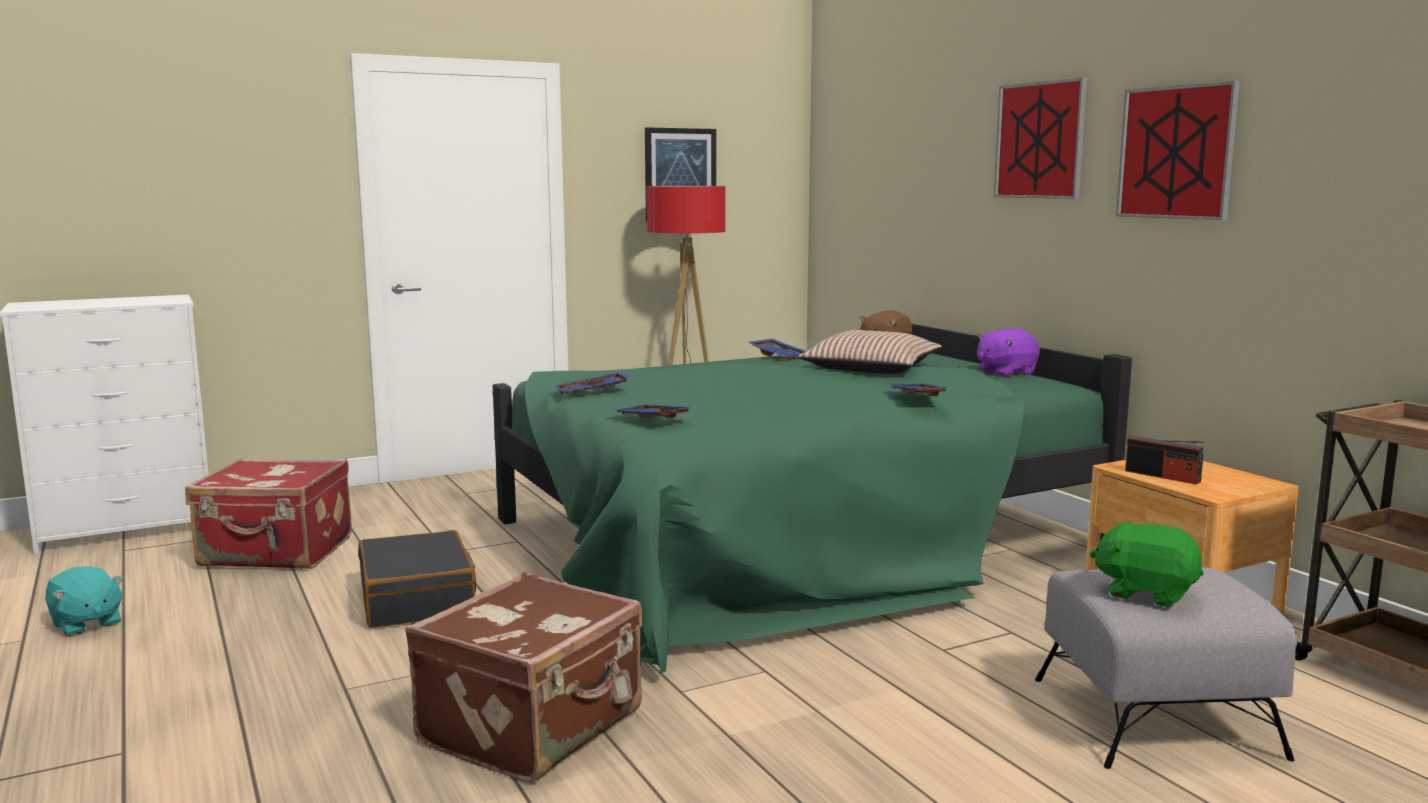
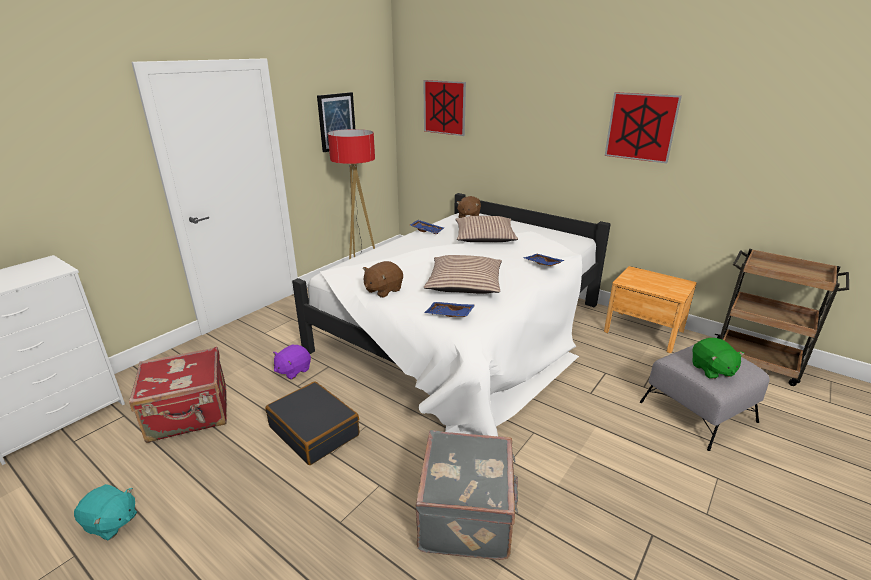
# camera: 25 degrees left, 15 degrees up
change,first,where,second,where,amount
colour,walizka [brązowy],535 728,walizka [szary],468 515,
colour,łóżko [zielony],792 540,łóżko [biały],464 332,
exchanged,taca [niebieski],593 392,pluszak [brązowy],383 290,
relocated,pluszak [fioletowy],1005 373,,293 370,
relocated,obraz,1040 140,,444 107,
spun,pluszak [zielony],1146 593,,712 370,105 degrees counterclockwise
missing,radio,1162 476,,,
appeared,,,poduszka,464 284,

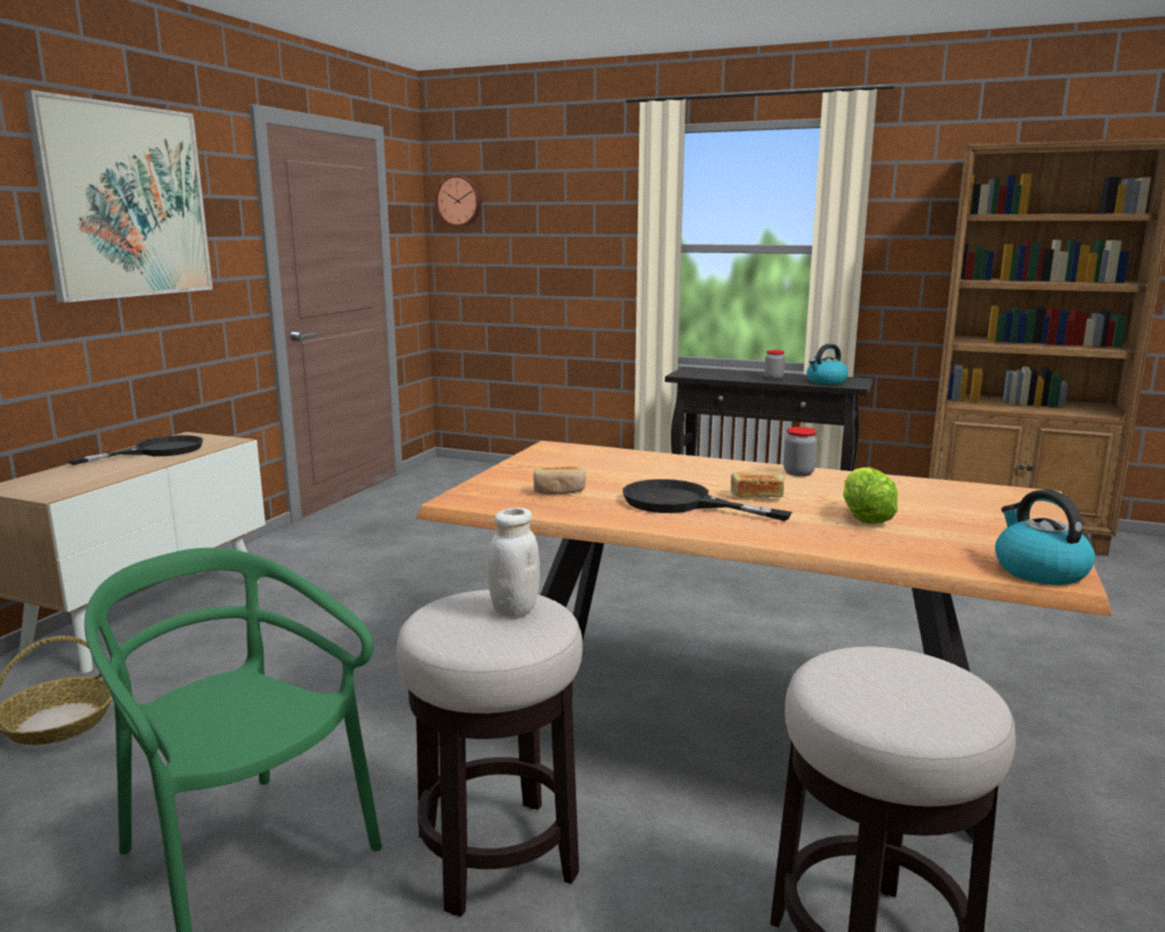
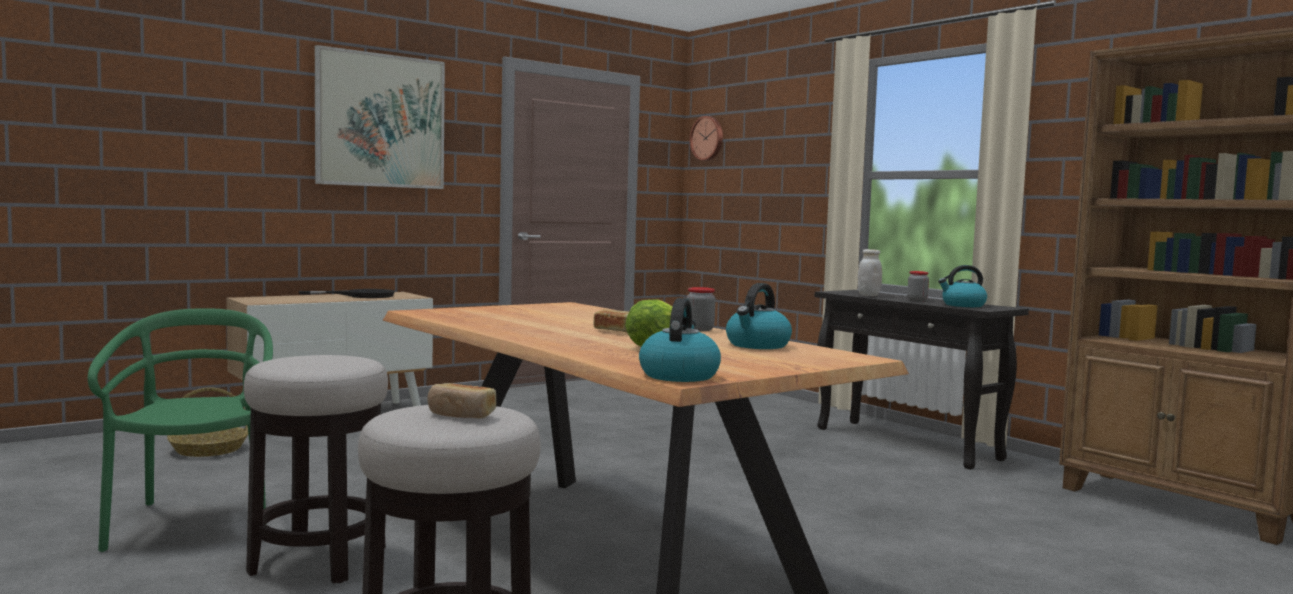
# camera: 30 degrees right, 10 degrees down
change,first,where,second,where,amount
relocated,słoik [biały],514 609,,868 295,
relocated,chleb,559 491,,461 414,
missing,patelnia [czarny],681 503,,,
appeared,,,czajnik,757 345,

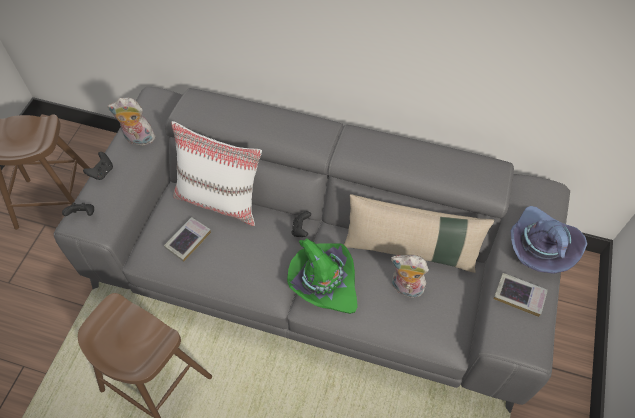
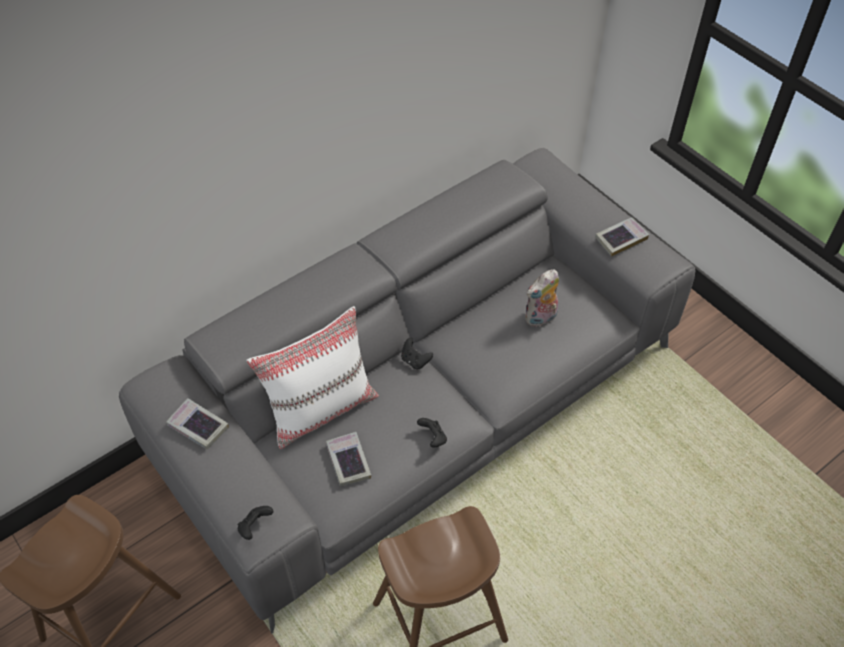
# camera: 55 degrees left, 5 degrees down
change,first,where,second,where,amount
relocated,pad do gier [czarny],102 172,,433 438,
exchanged,pluszak,138 139,książka,198 426,
missing,kapelusz [zielony],324 282,,,
missing,poduszka [beżowy],410 250,,,
missing,kapelusz [fioletowy],539 246,,,

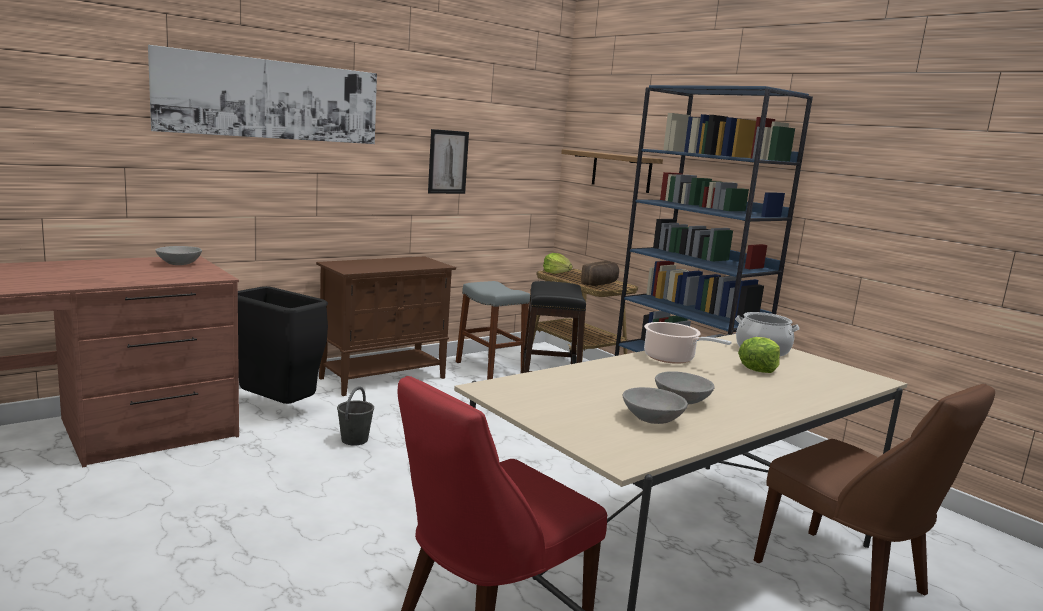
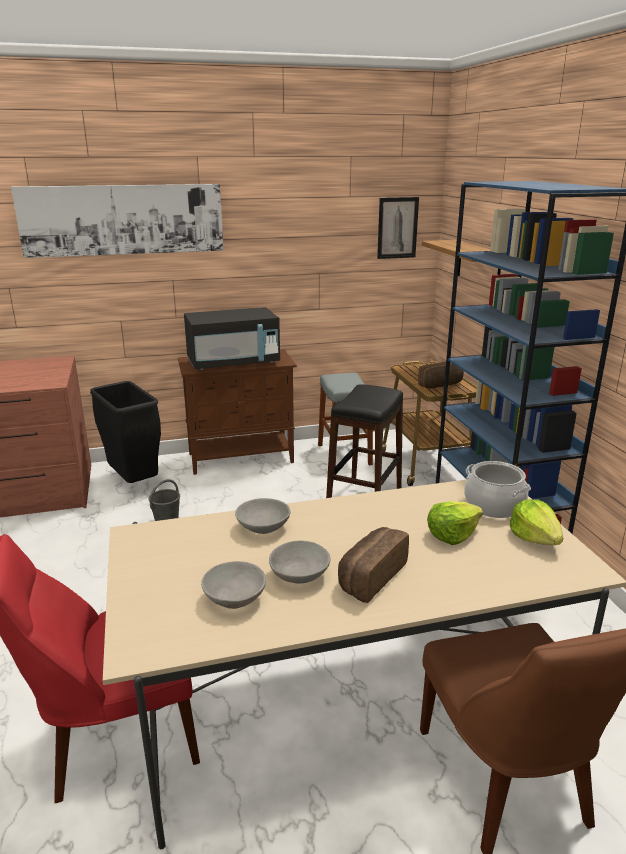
# camera: 25 degrees right, 10 degrees up
change,first,where,second,where,amount
relocated,miska [szary],179 264,,263 528,
relocated,obraz,448 162,,397 228,
relocated,sałata,556 273,,535 538,
missing,garnek,672 359,,,
appeared,,,mikrofalówka [czarny],233 363,
appeared,,,chleb,369 576,

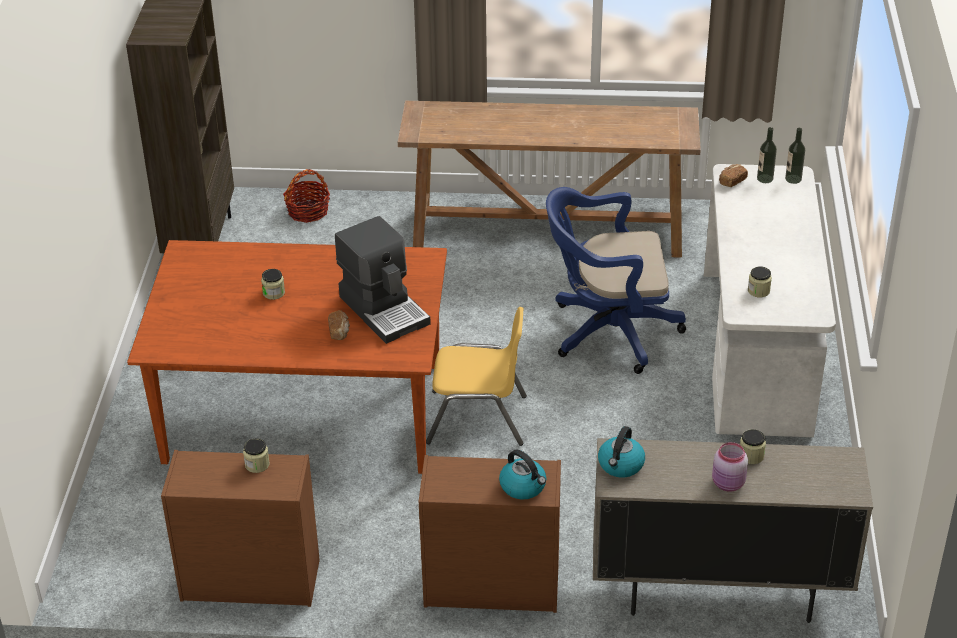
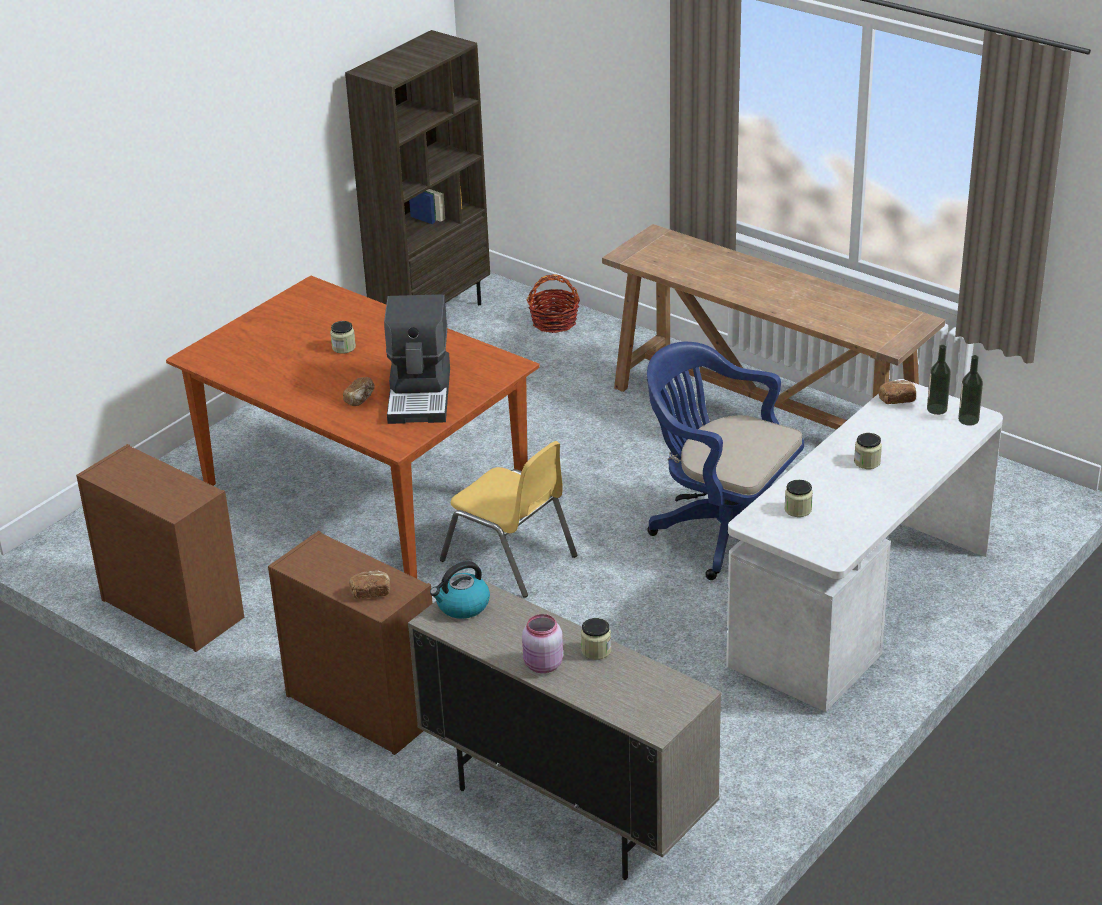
# camera: 35 degrees right, 5 degrees down
change,first,where,second,where,amount
relocated,słoik,257 464,,867 462,
exchanged,czajnik,523 487,chleb,370 592,

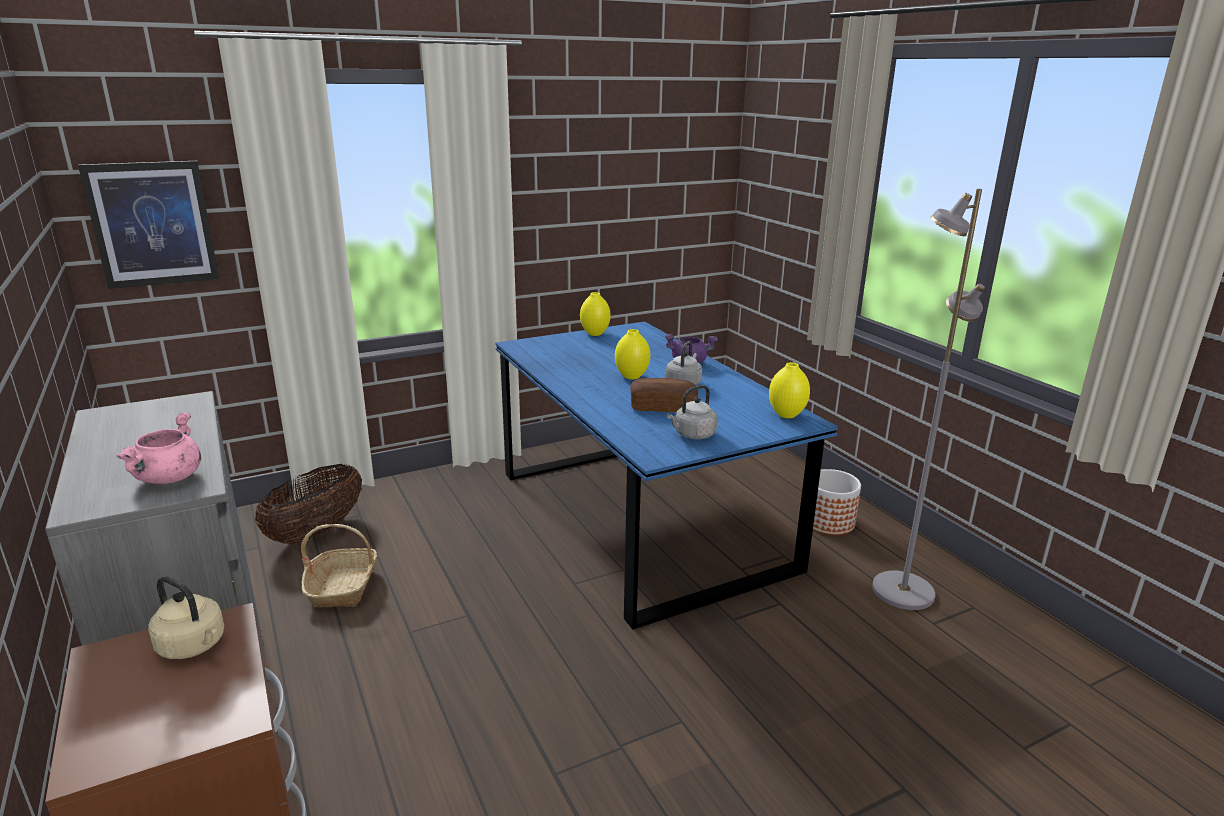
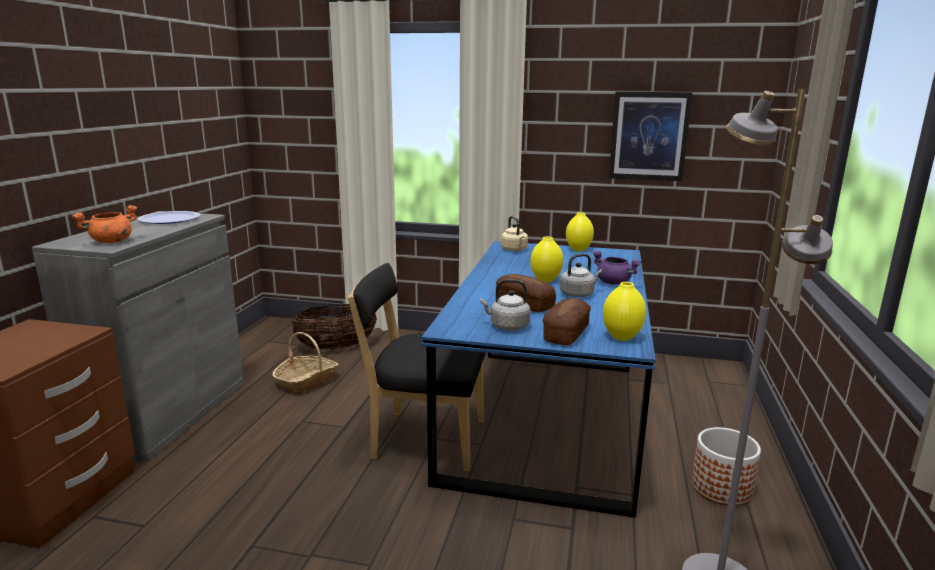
# camera: 40 degrees right, 5 degrees down
change,first,where,second,where,amount
relocated,obraz,152 224,,649 136,
colour,garnek [różowy],169 478,garnek [pomarańczowy],111 241,
relocated,czajnik [beżowy],194 646,,514 250,
appeared,,,talerz,169 219,
appeared,,,krzesło [czarny],423 439,
appeared,,,chleb,566 333,

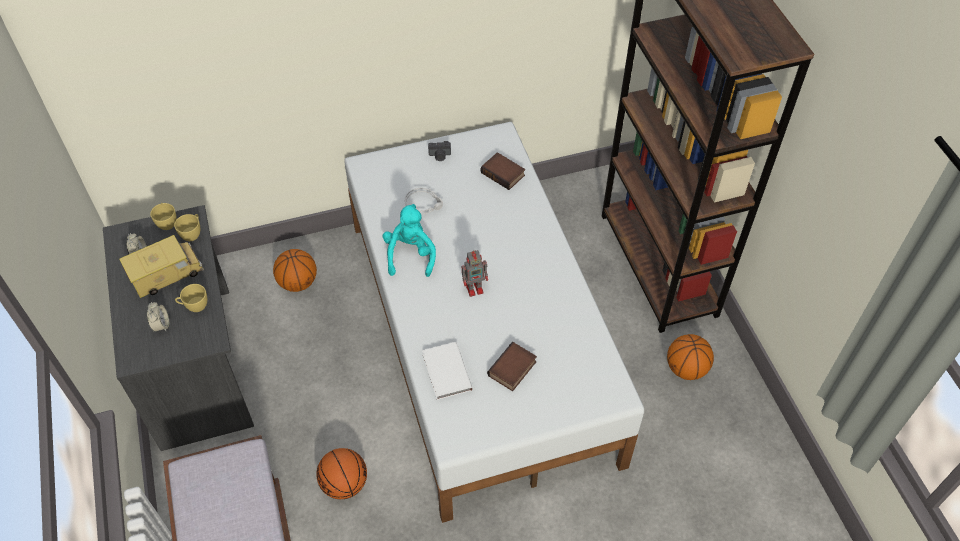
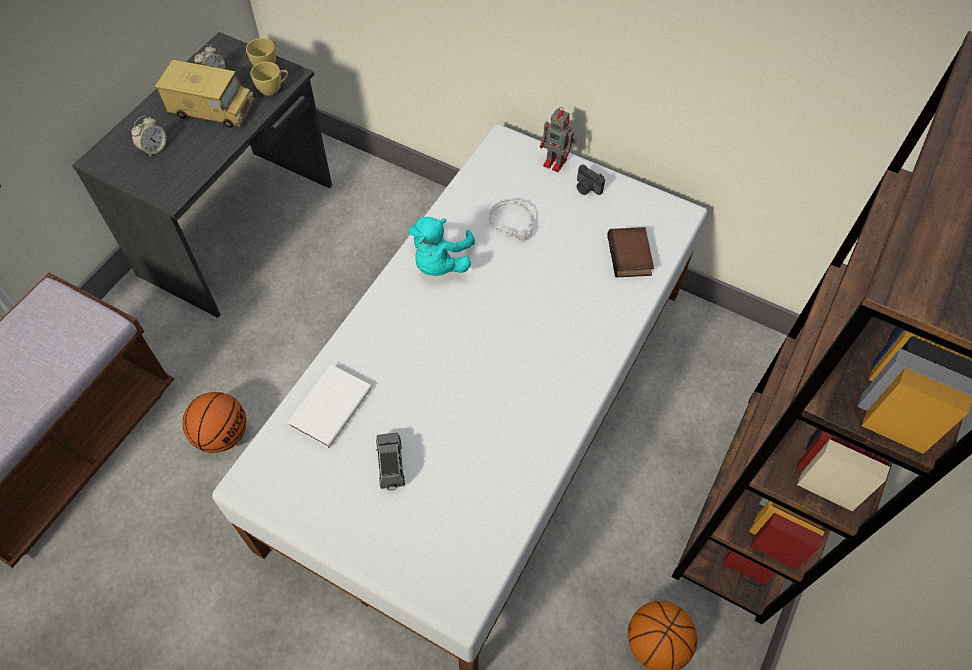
# camera: 45 degrees right, 5 degrees up
change,first,where,second,where,amount
missing,filiżanka [żółty],194 306,,,
missing,piłka do koszykówki,298 282,,,
spun,pluszak [turkusowy],410 255,,439 263,150 degrees clockwise
relocated,robot zabawkowy,475 288,,556 163,
exchanged,książka,512 370,samochodzik [szary],391 466,

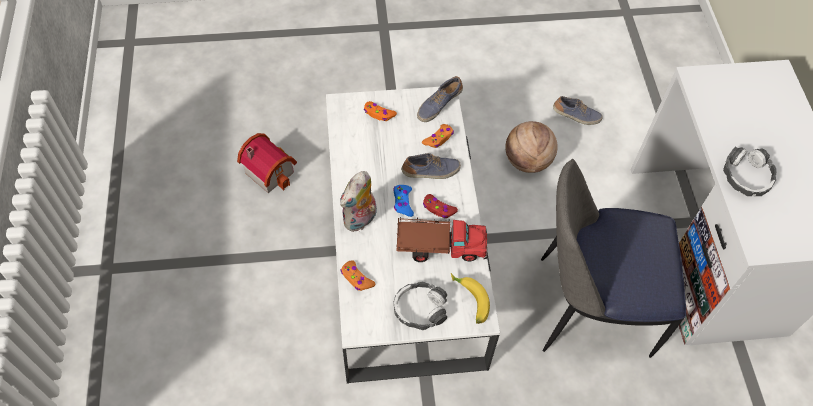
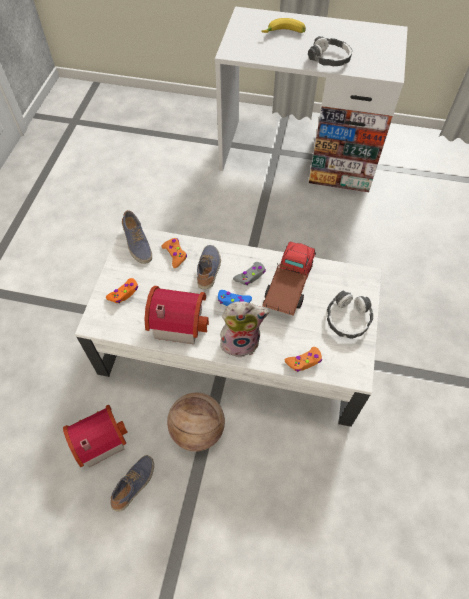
# camera: 70 degrees left, 0 degrees up
change,first,where,second,where,amount
spun,pluszak,360 220,,241 341,60 degrees counterclockwise
colour,pad do gier [czerwony],438 209,pad do gier [szary],250 276,
relocated,banan,469 301,,284 34,
relocated,piłka do koszykówki,527 161,,197 430,
missing,krzesło,589 307,,,
relocated,but,576 116,,135 484,
appeared,,,domek,177 320,

